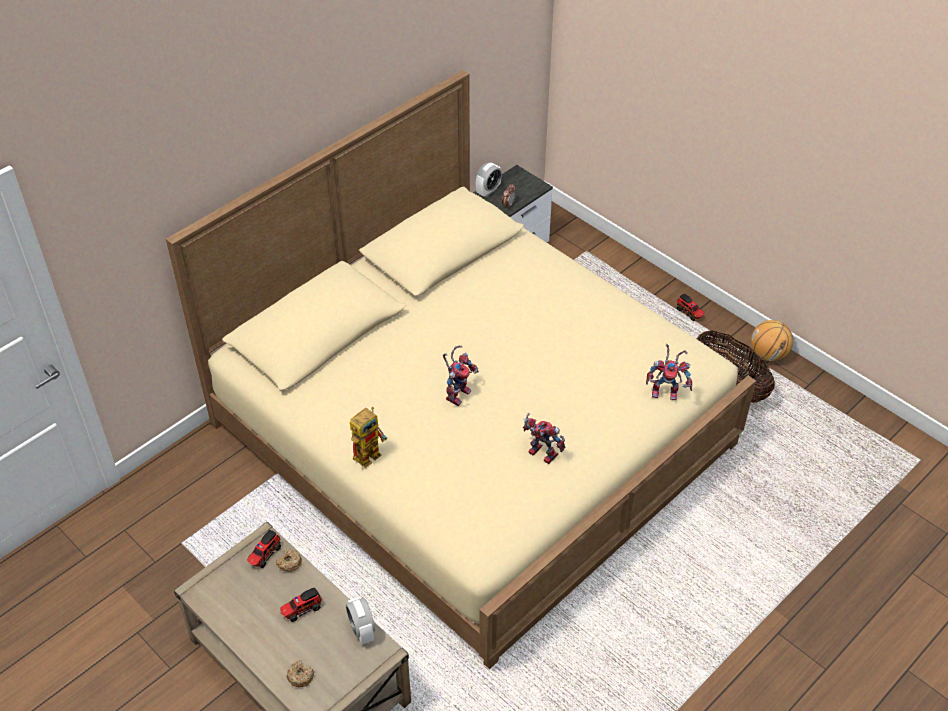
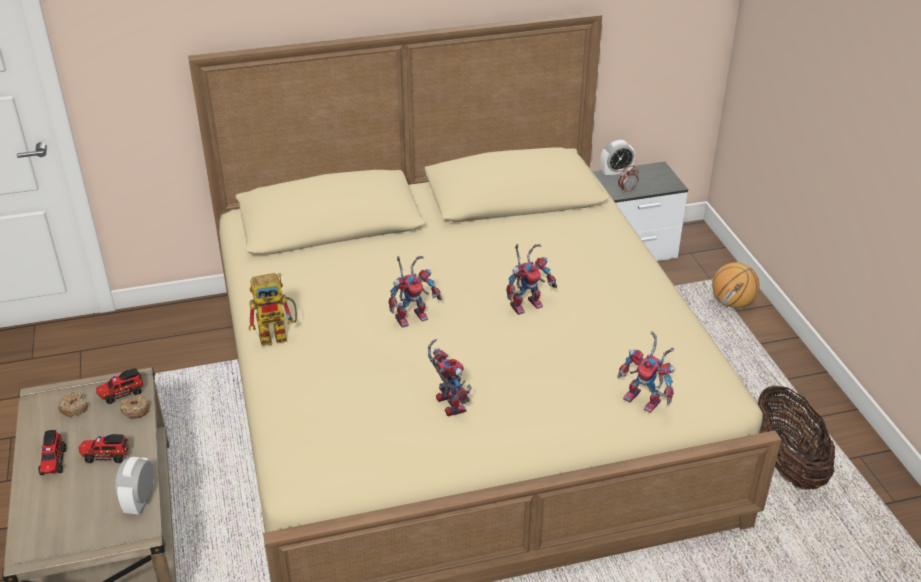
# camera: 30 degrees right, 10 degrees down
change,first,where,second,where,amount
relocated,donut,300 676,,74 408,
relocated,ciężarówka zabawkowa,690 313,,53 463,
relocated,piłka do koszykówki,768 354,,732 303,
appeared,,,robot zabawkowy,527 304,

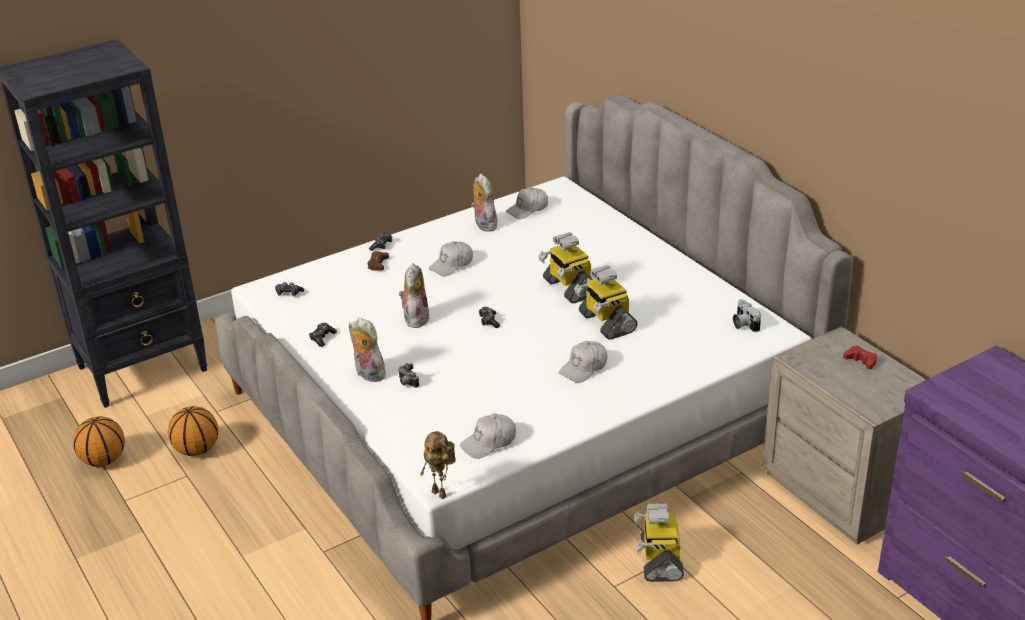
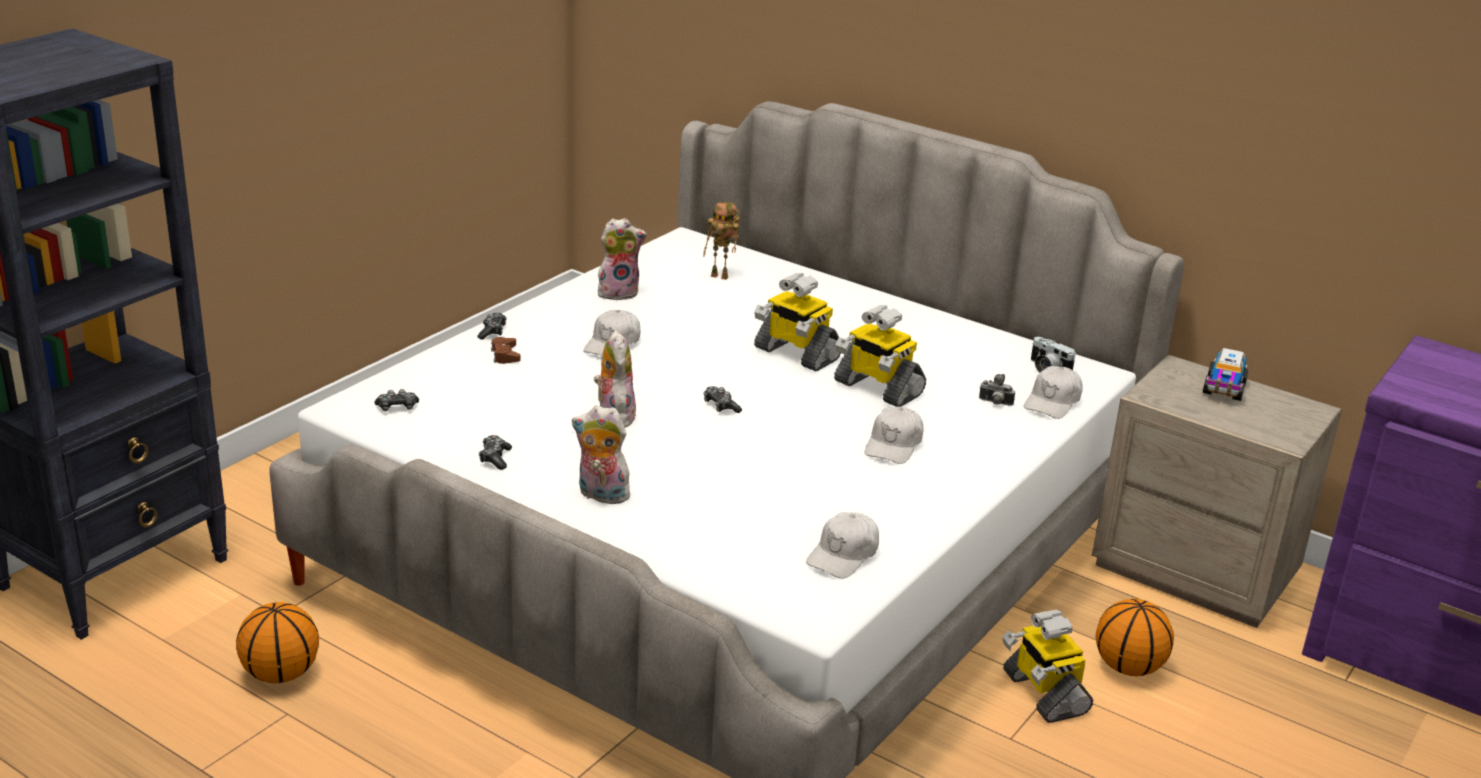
# camera: 25 degrees left, 5 degrees down
change,first,where,second,where,amount
relocated,piłka do koszykówki,104 460,,1128 667,
relocated,aparat fotograficzny,407 383,,995 403,
relocated,robot zabawkowy,441 493,,721 276,
spun,pluszak,483 225,,619 292,120 degrees clockwise
relocated,czapka z daszkiem [biały],527 209,,1053 402,
exchanged,pad do gier [czerwony],861 361,ciężarówka zabawkowa,1224 389,

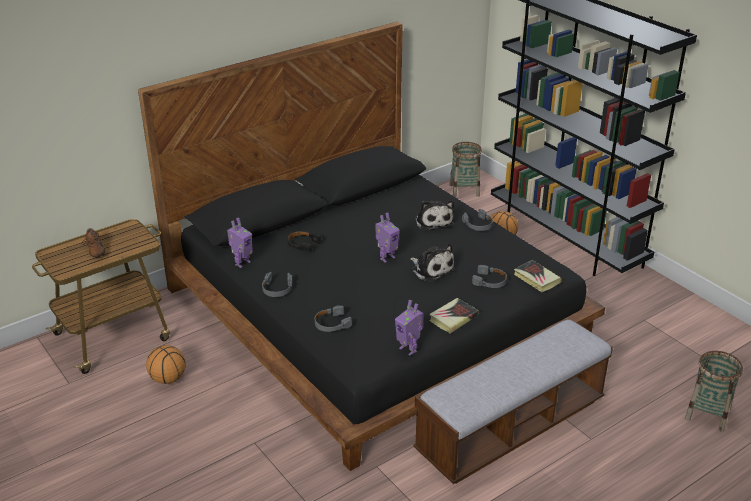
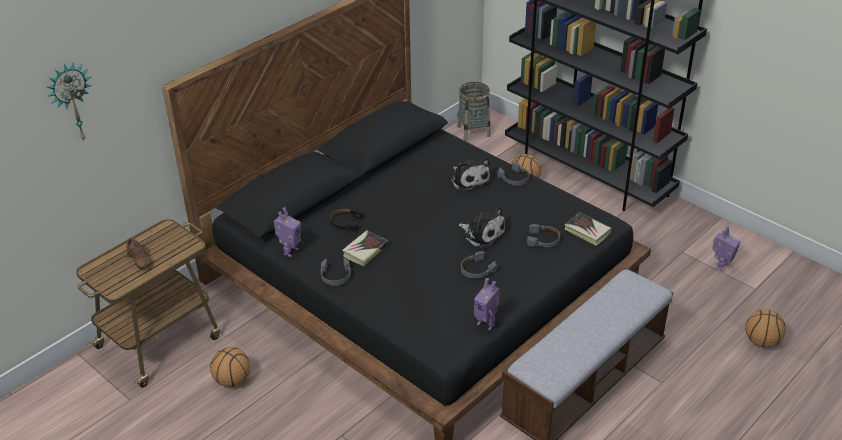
# camera: 10 degrees left, 5 degrees up
change,first,where,second,where,amount
relocated,słuchawki [szary],331 324,,476 270,
relocated,robot zabawkowy,386 258,,721 266,
relocated,książka,453 318,,365 250,
exchanged,koszyk,707 414,piłka do koszykówki,761 341,
appeared,,,zegar ścienny,72 102,

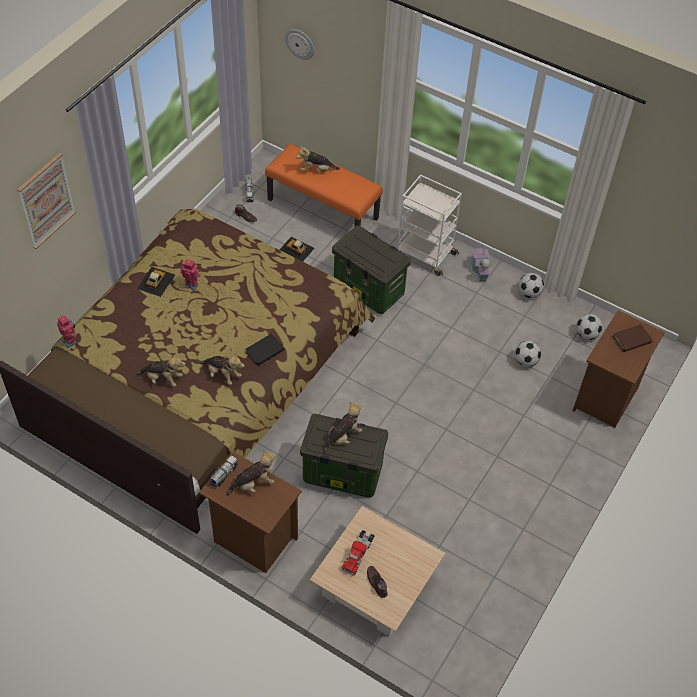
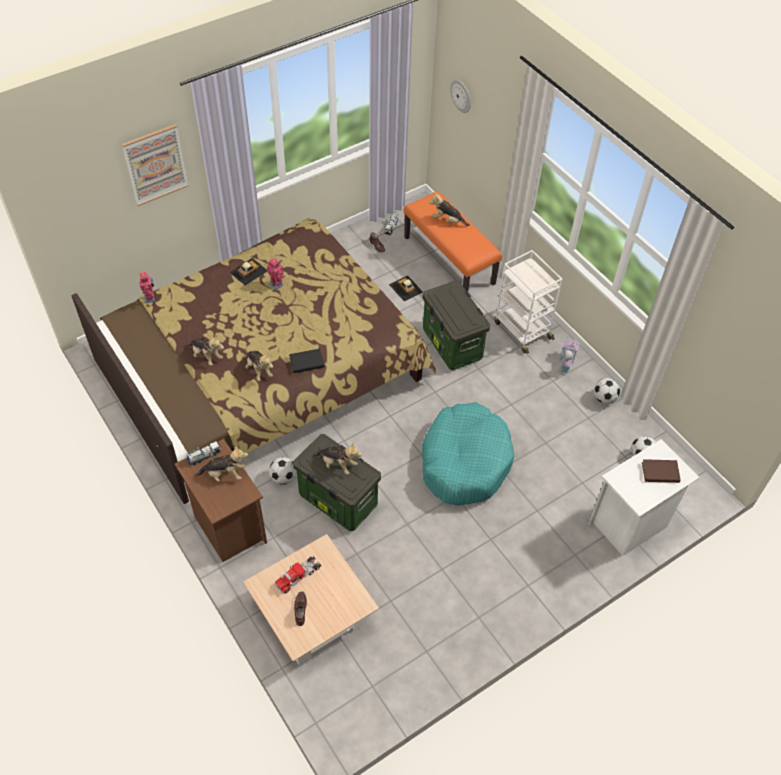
# camera: 25 degrees right, 0 degrees up
change,first,where,second,where,amount
spun,pluszak,343 437,,337 464,45 degrees clockwise
relocated,piłka futbolowa,525 361,,283 478,
colour,szafka nocna [brązowy],606 398,szafka nocna [biały],629 525,
appeared,,,legowisko [turkusowy],464 461,

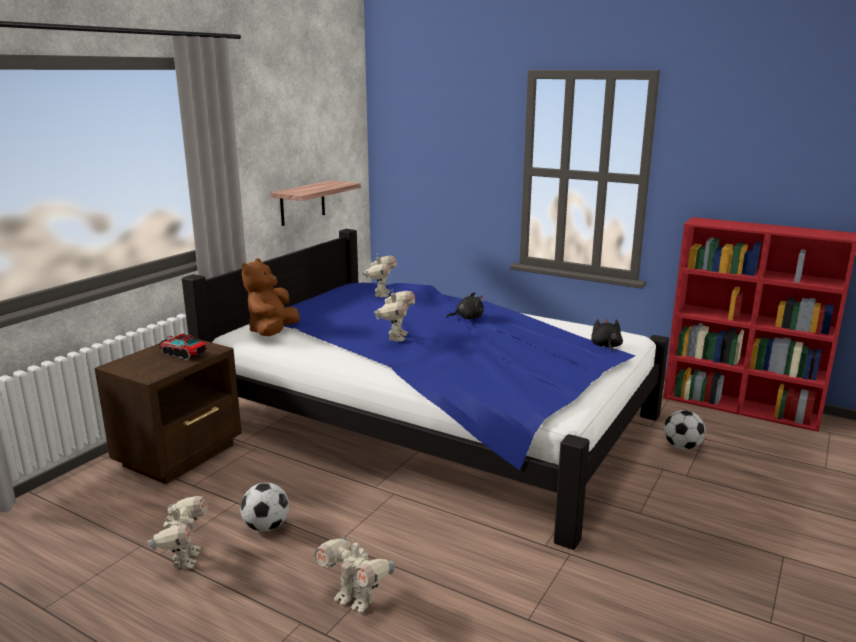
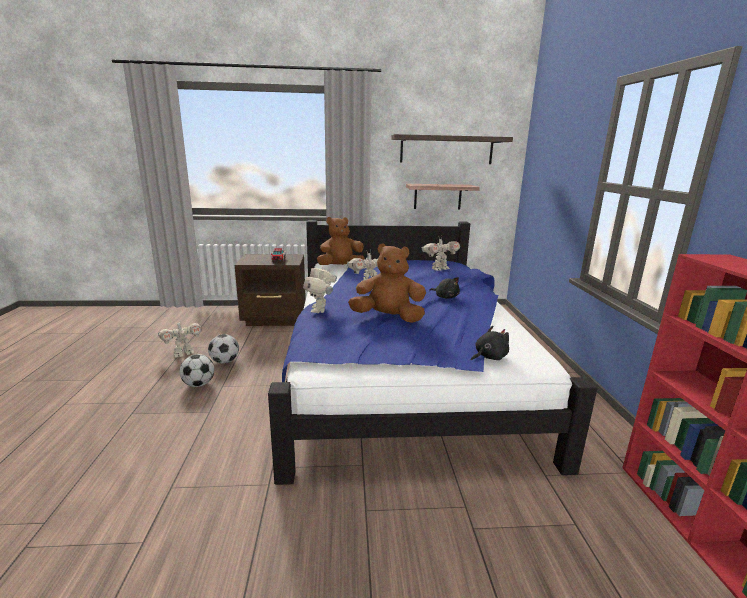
# camera: 55 degrees right, 0 degrees up
change,first,where,second,where,amount
relocated,robot zabawkowy,355 600,,320 310,
relocated,piłka futbolowa,682 447,,198 384,
appeared,,,pluszak [brązowy],388 318,
appeared,,,półka,446 150,

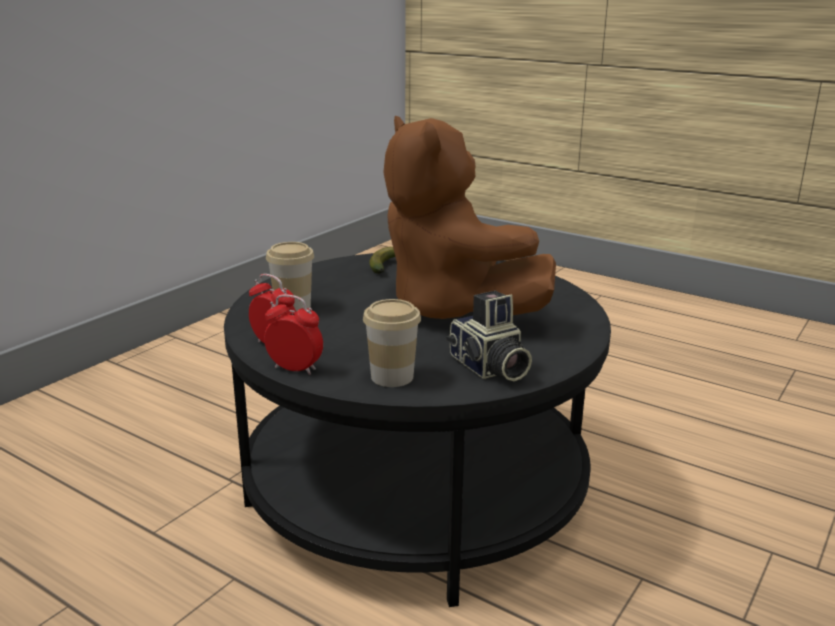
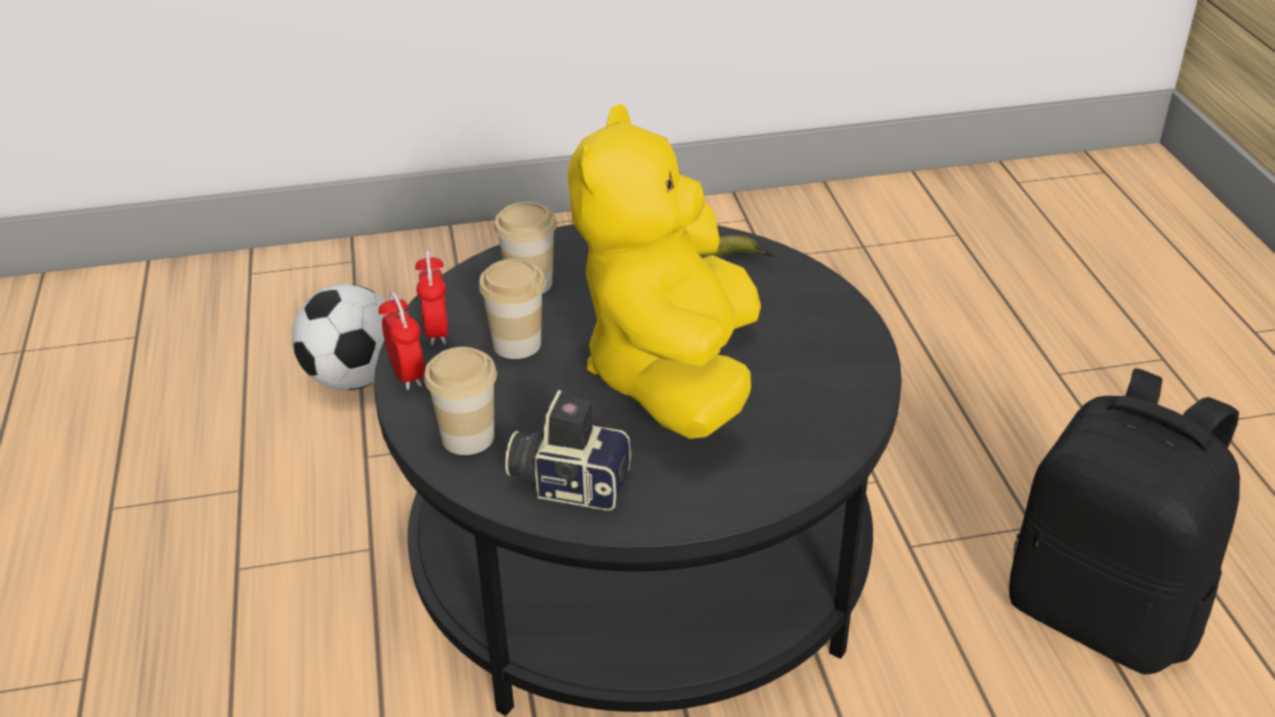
# camera: 45 degrees right, 15 degrees up
change,first,where,second,where,amount
colour,pluszak [brązowy],451 310,pluszak [żółty],673 375,
spun,aparat fotograficzny,488 368,,570 482,90 degrees clockwise
appeared,,,piłka futbolowa,354 378,
appeared,,,filiżanka,517 344,
appeared,,,plecak [czarny],1103 612,

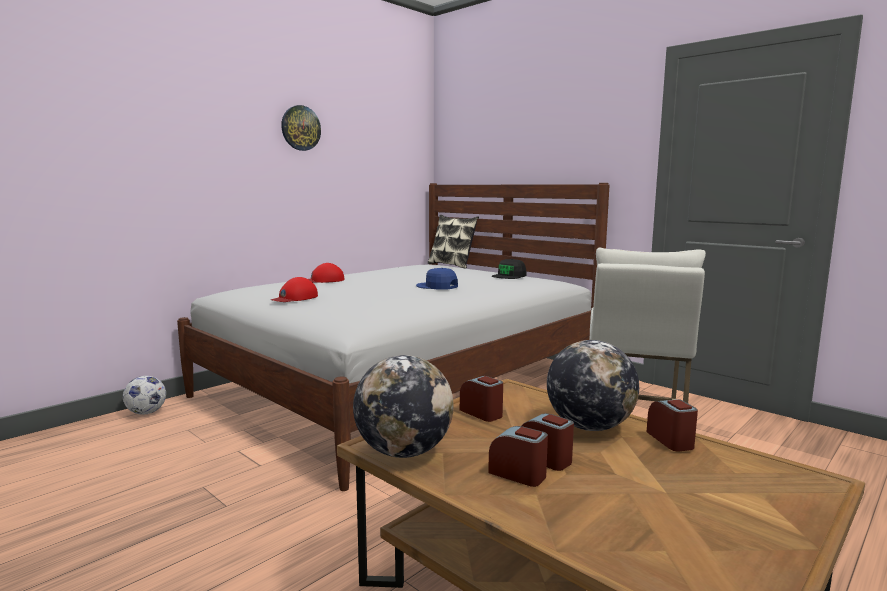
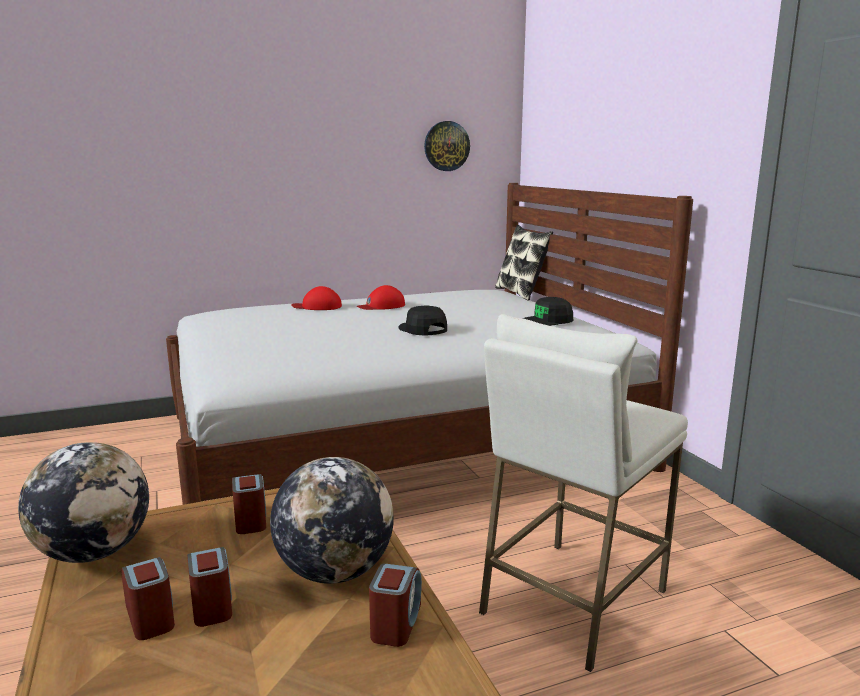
# camera: 25 degrees right, 5 degrees up
change,first,where,second,where,amount
missing,piłka futbolowa,146 413,,,
relocated,czapka z daszkiem [czerwony],295 298,,381 306,
relocated,zegar ścienny,300 128,,446 146,
colour,czapka z daszkiem [niebieski],437 286,czapka z daszkiem [czarny],422 329,

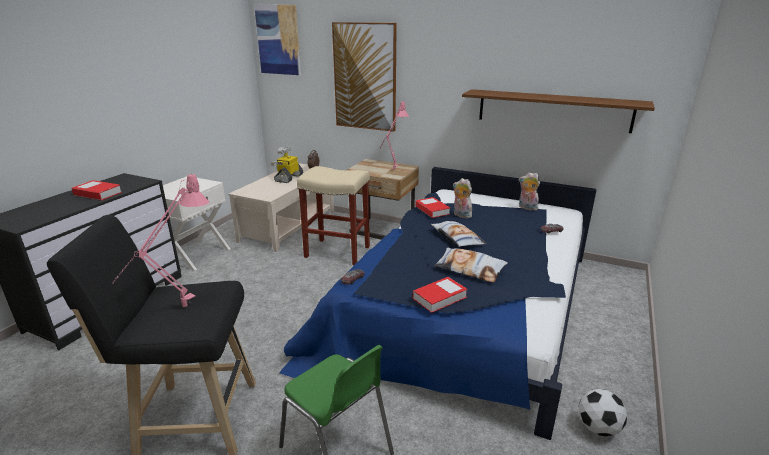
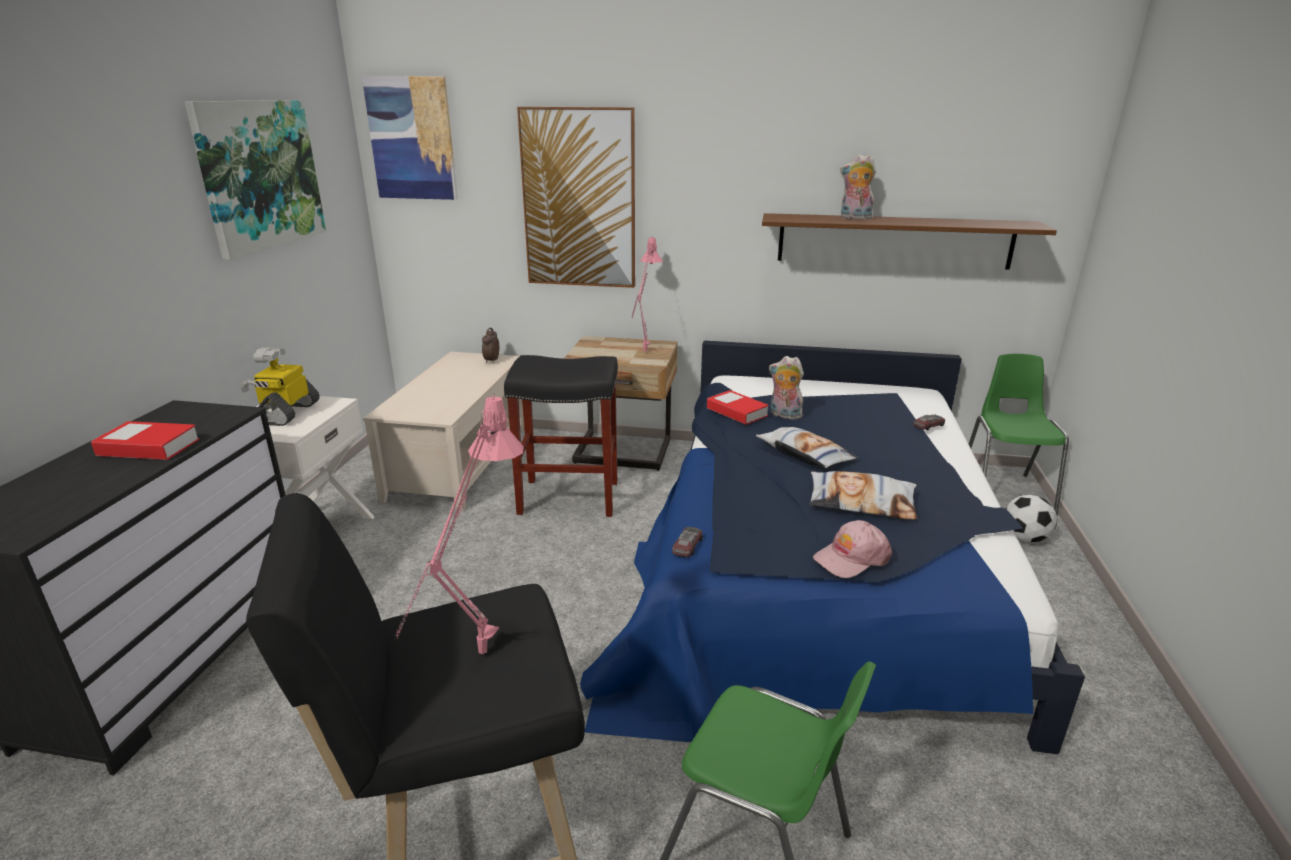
# camera: 15 degrees left, 0 degrees up
change,first,where,second,where,amount
relocated,robot zabawkowy,288 178,,286 413,
colour,stołek [beżowy],338 252,stołek [czarny],570 497,
exchanged,książka,439 298,czapka z daszkiem [różowy],851 558,
relocated,pluszak,527 208,,854 218,
relocated,piłka futbolowa,598 428,,1024 538,
appeared,,,obraz,260 175,
appeared,,,krzesło [zielony],1004 492,

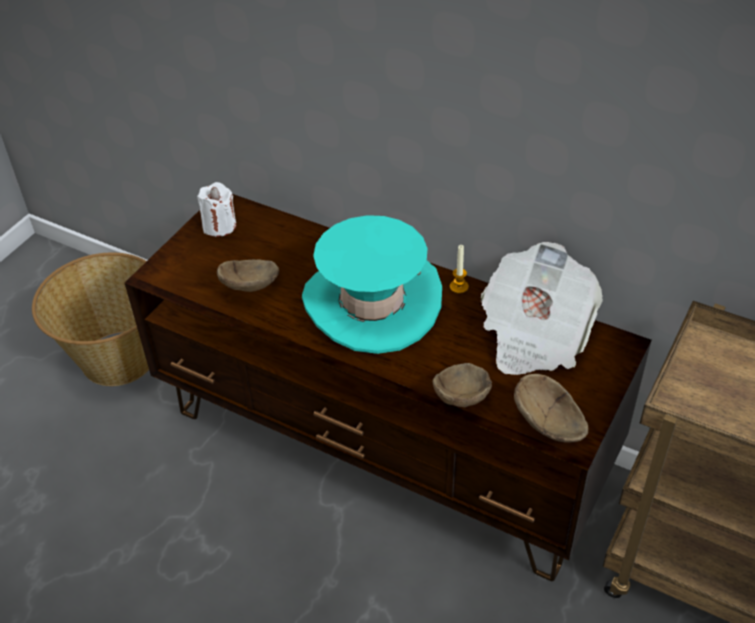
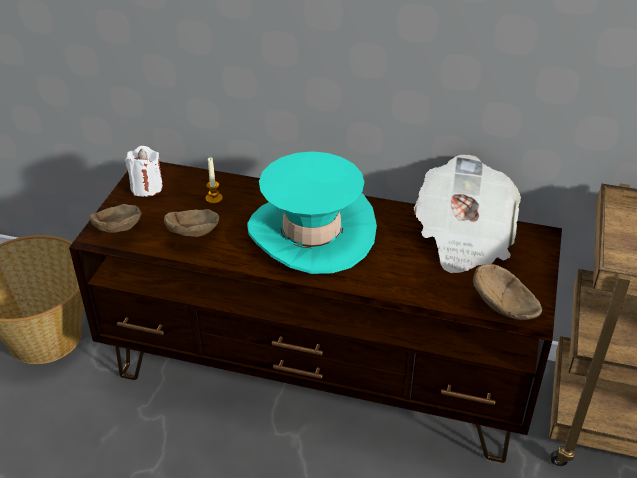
# camera: 15 degrees left, 5 degrees down
change,first,where,second,where,amount
relocated,miska [brązowy],463 395,,120 228,
relocated,świeca,459 287,,214 198,

